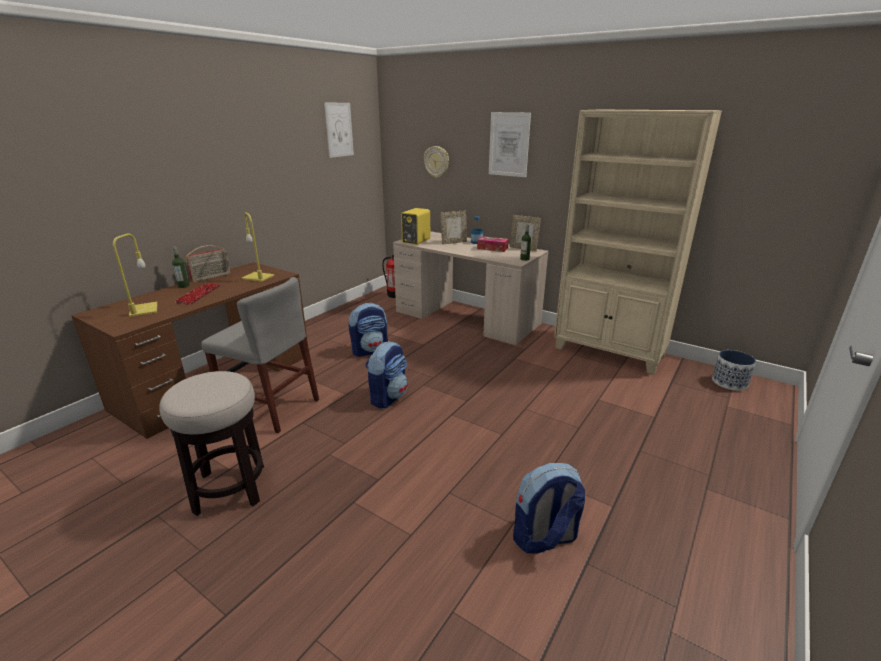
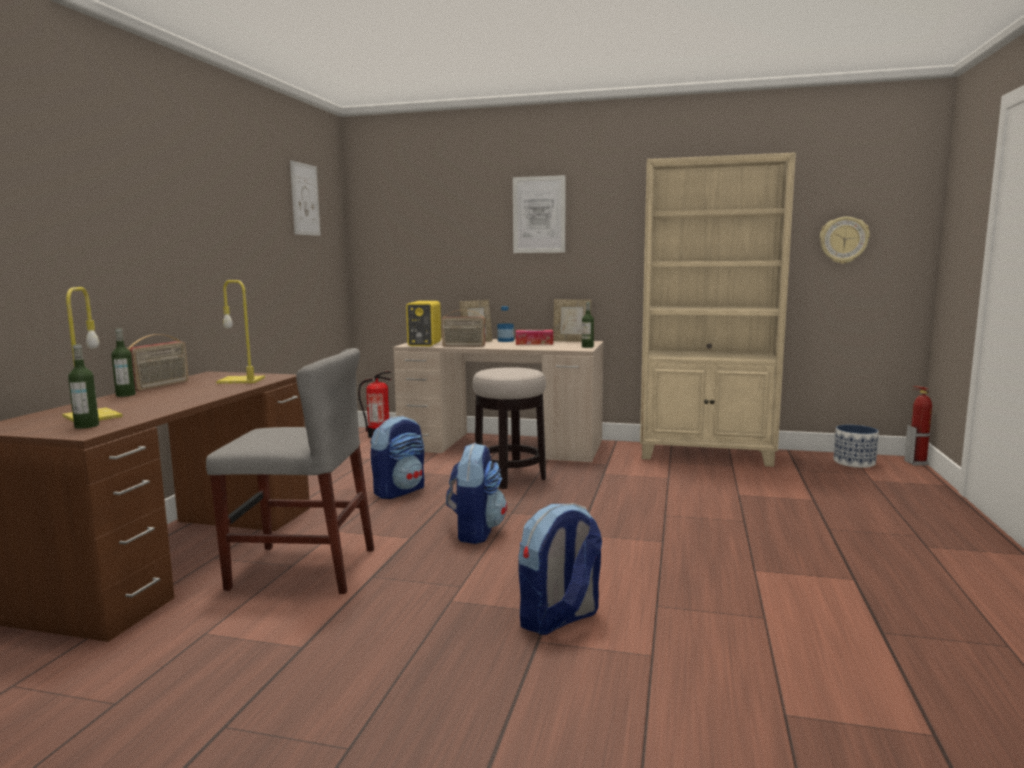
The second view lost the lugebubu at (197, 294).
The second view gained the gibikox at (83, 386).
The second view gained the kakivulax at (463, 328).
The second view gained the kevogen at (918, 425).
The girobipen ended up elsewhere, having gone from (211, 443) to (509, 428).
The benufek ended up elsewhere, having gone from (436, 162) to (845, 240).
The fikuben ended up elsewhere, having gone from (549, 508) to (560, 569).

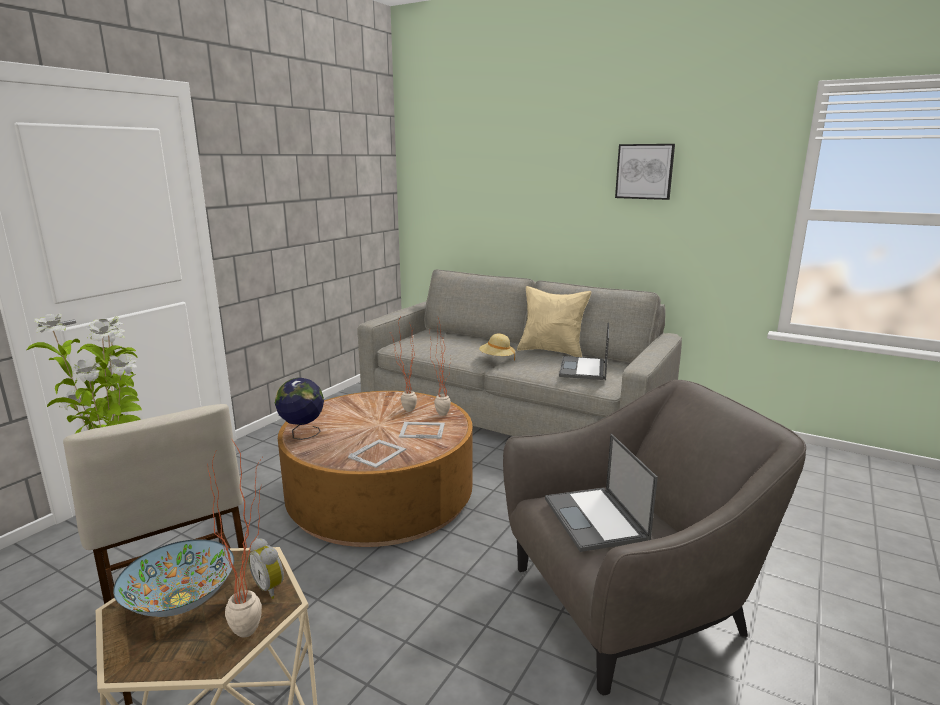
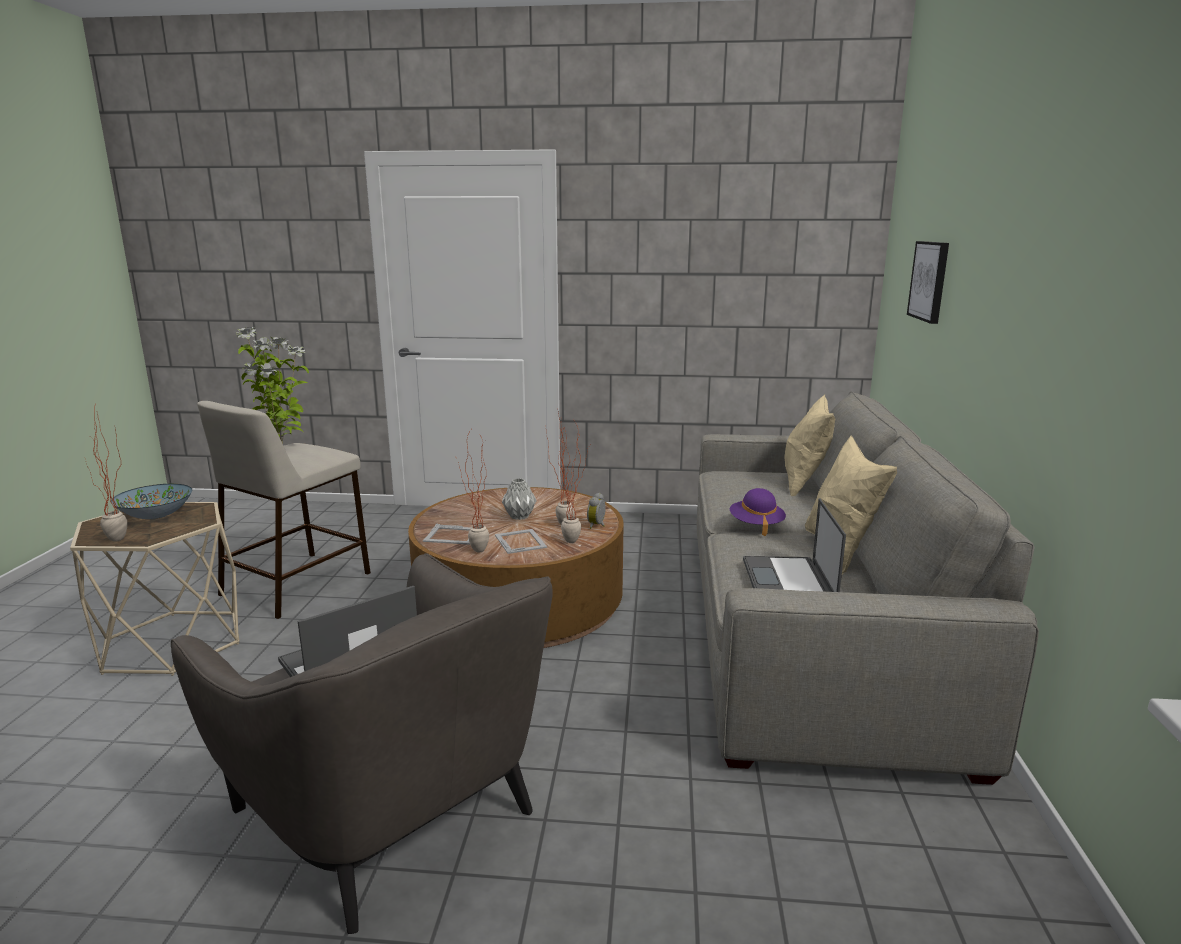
The second view lost the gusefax at (299, 409).
The second view gained the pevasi at (472, 491).
The second view gained the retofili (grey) at (519, 499).
The second view gained the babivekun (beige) at (809, 445).
The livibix ended up elsewhere, having gone from (266, 568) to (596, 511).
The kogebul ended up elsewhere, having gone from (645, 172) to (928, 282).
What was the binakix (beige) at (497, 347) turned into the binakix (purple) at (758, 512).
The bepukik at (584, 351) ended up facing another way, 75 degrees counterclockwise from before.

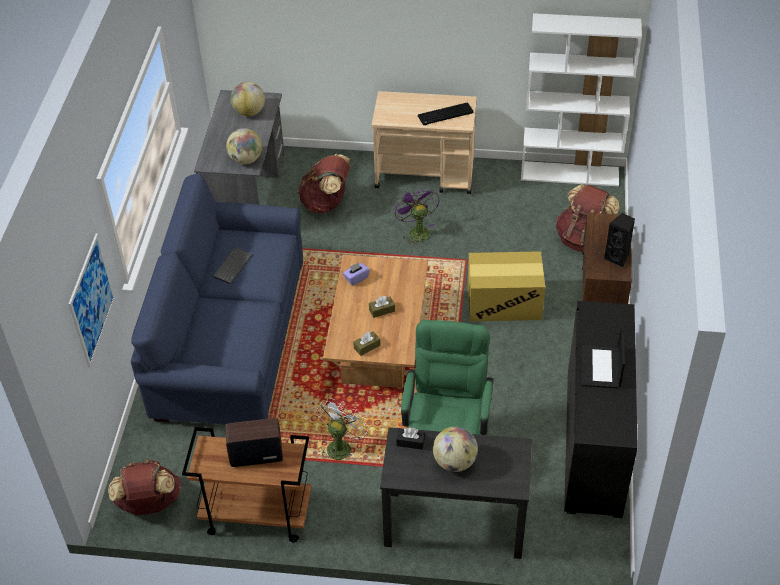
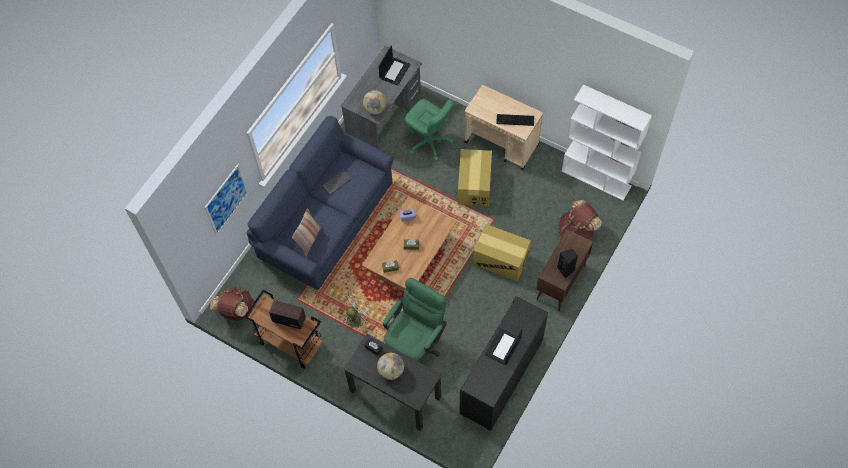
The second view gained the babivekun at (307, 232).
Where the gusefax stood at (248, 99), the bepukik came to stand at (394, 66).
Where the fikuben (brown) stood at (324, 184), the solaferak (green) came to stand at (429, 130).
Where the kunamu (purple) stood at (416, 216), the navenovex came to stand at (475, 177).

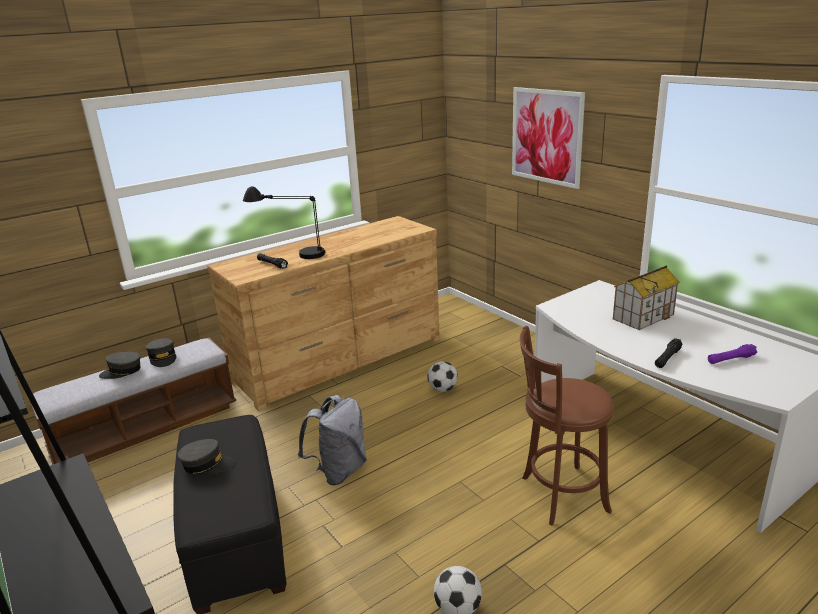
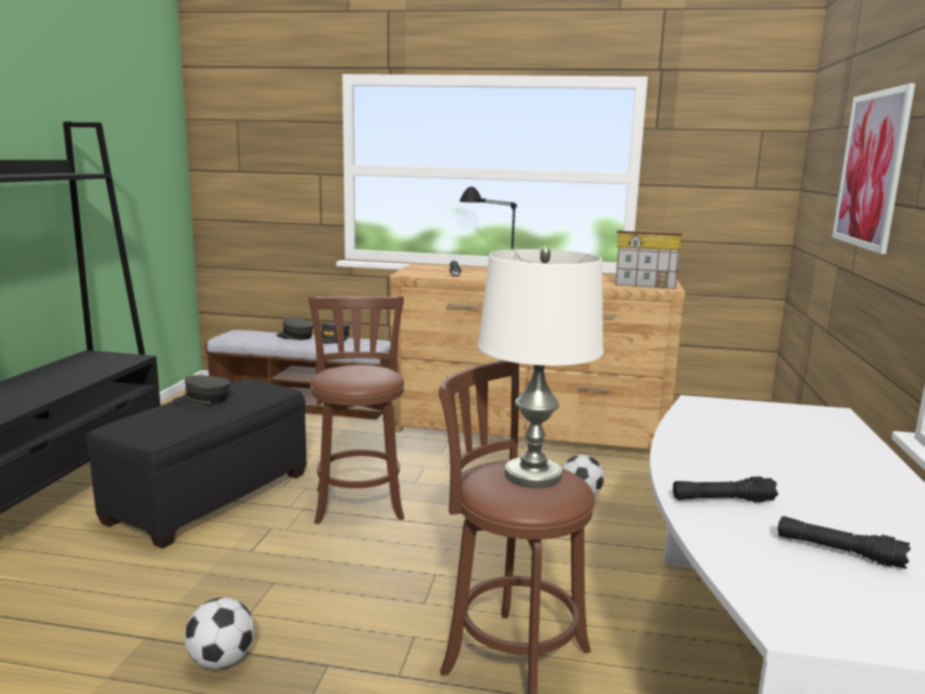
The second view gained the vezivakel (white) at (541, 367).
The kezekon ended up elsewhere, having gone from (646, 297) to (648, 260).
Where the fikuben (grey) stood at (332, 440), the girobipen (brown) came to stand at (356, 410).
What was the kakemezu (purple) at (733, 354) turned into the kakemezu (black) at (844, 542).
The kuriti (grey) at (206, 457) ended up facing another way, 120 degrees clockwise from before.

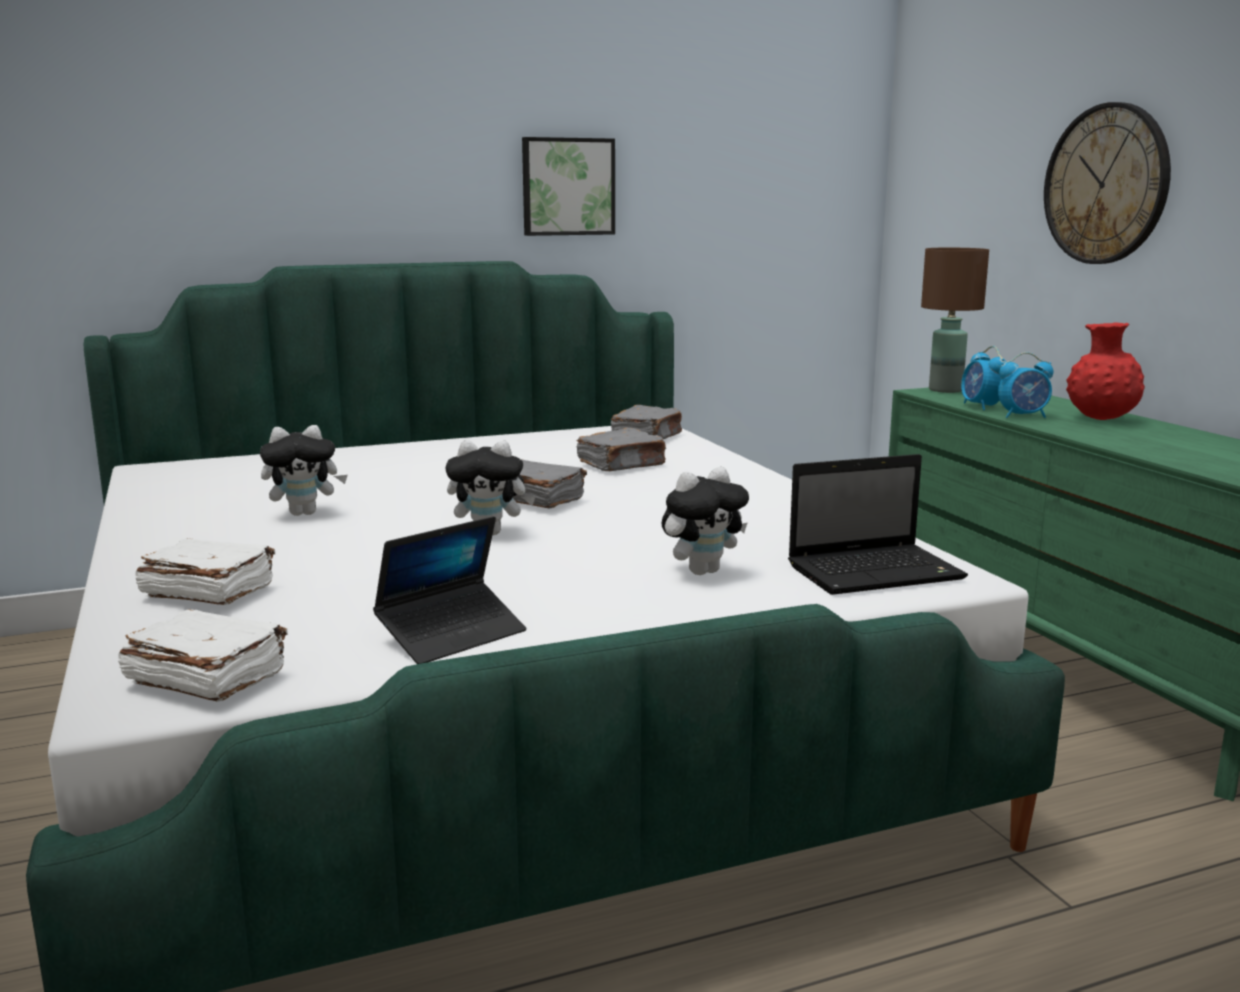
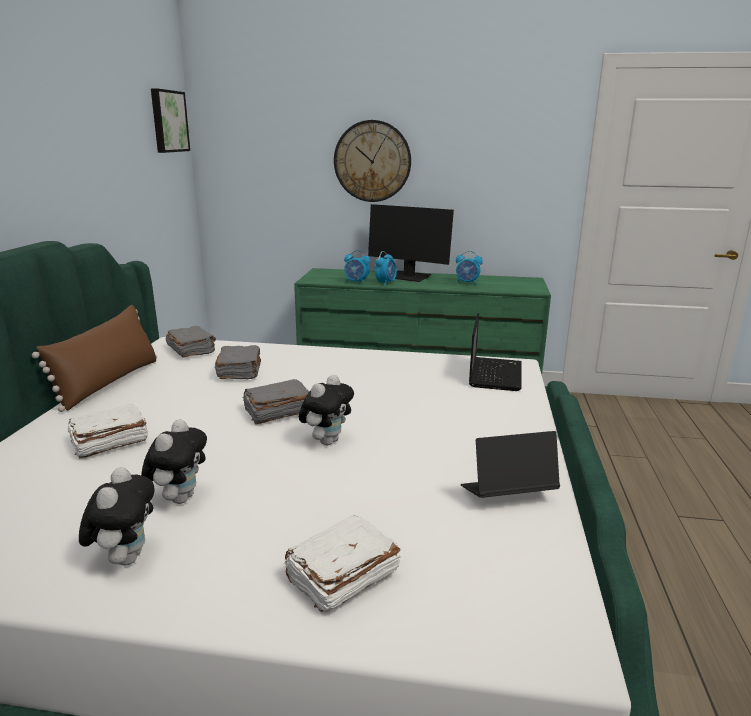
The second view lost the vezivakel (brown) at (955, 320).
The second view gained the babivekun (brown) at (94, 358).
The second view gained the livibix at (469, 268).
The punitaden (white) ended up elsewhere, having gone from (203, 655) to (107, 431).
The kogebul ended up elsewhere, having gone from (568, 186) to (170, 120).
The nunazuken ended up elsewhere, having gone from (705, 521) to (117, 516).
Where the retofili (red) stood at (1105, 371), the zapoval came to stand at (411, 243).
The bepukik at (449, 590) ended up facing another way, 90 degrees counterclockwise from before.

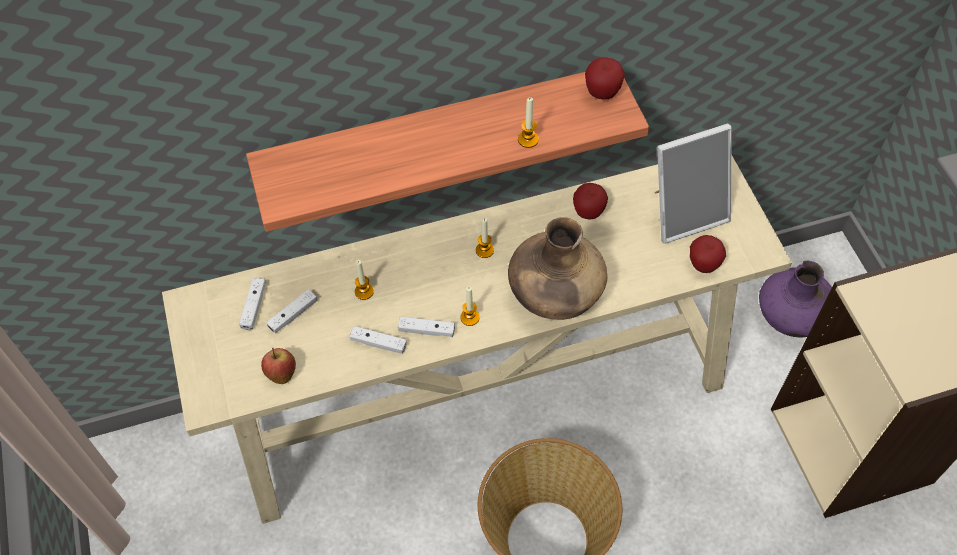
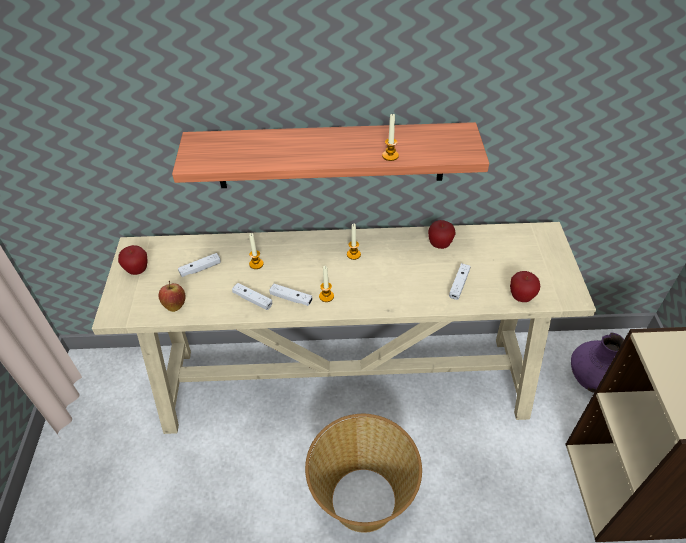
The second view lost the retofili (brown) at (557, 268).
The second view lost the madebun at (693, 184).
The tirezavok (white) ended up elsewhere, having gone from (252, 304) to (460, 281).
The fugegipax ended up elsewhere, having gone from (605, 78) to (133, 260).

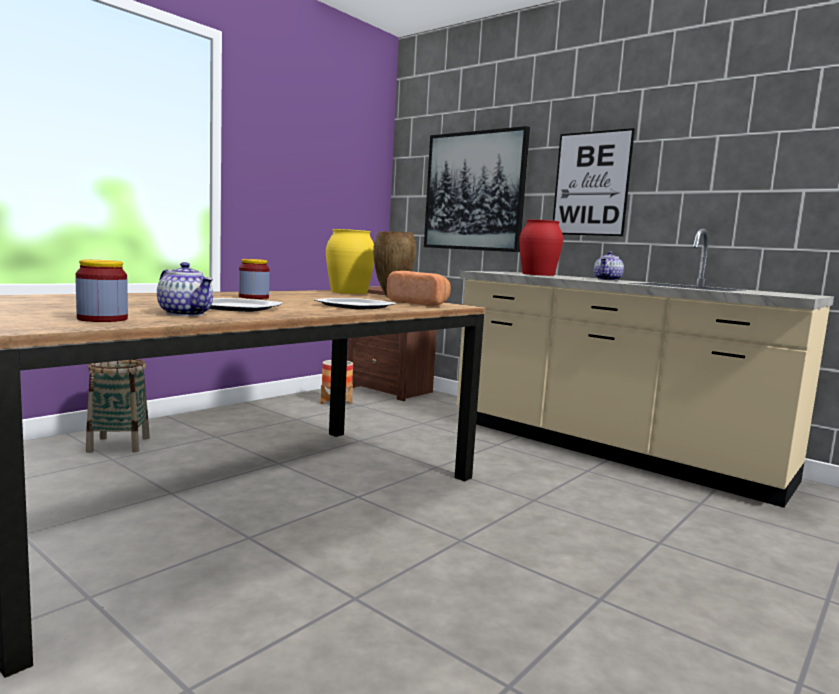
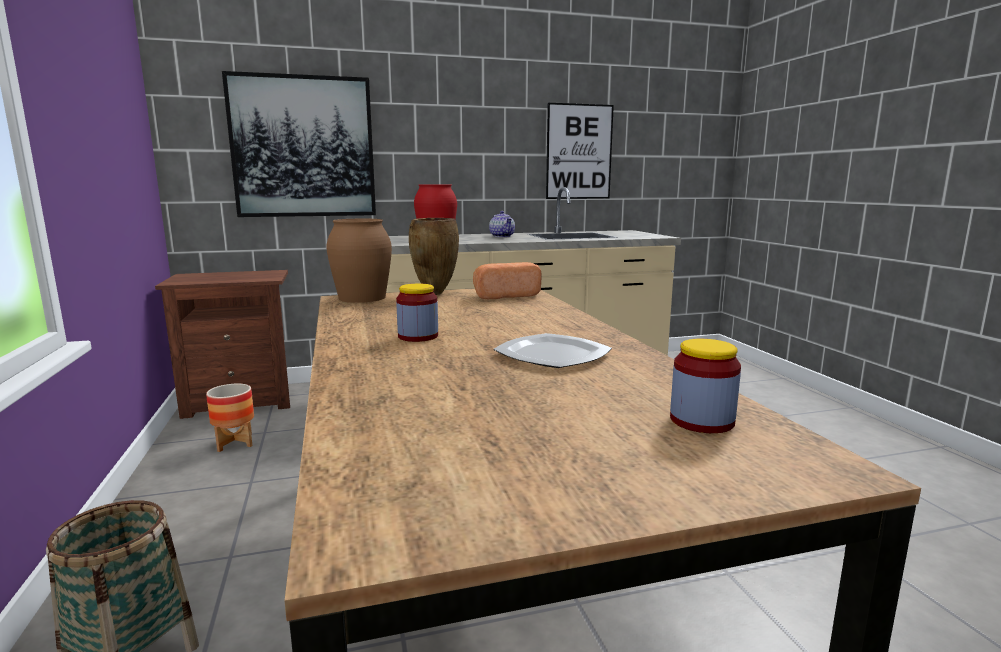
The second view lost the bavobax at (185, 289).
The second view lost the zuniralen at (355, 303).
The kogebul ended up elsewhere, having gone from (594, 182) to (580, 151).
What was the retofili (yellow) at (350, 261) turned into the retofili (brown) at (359, 261).

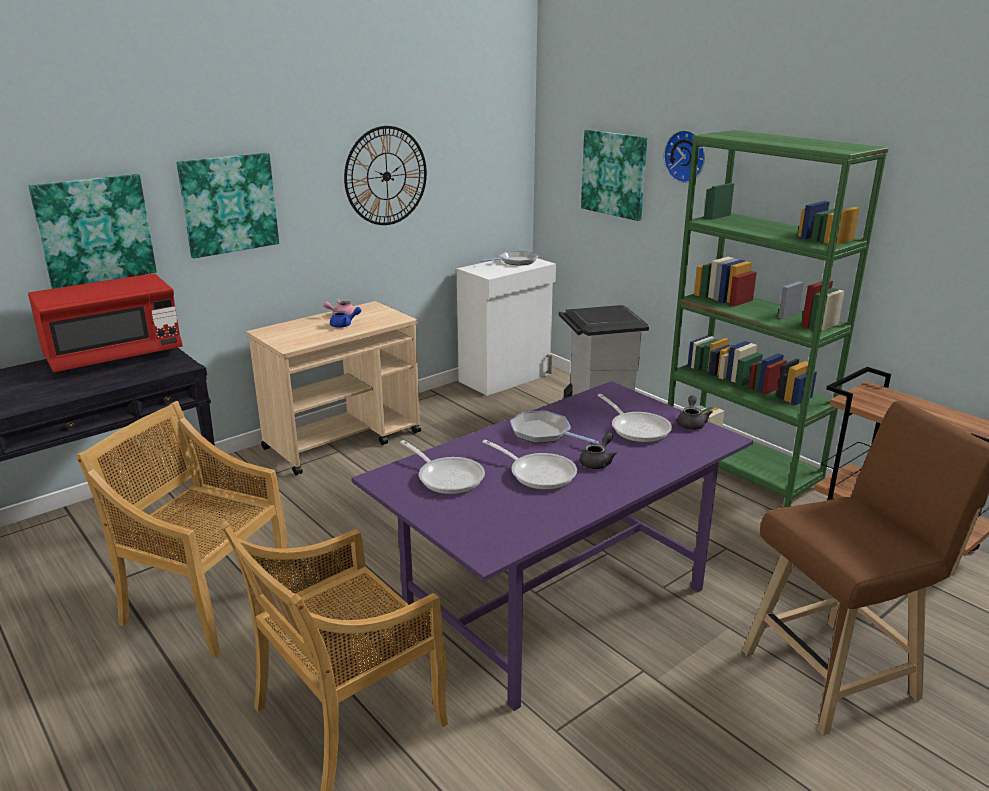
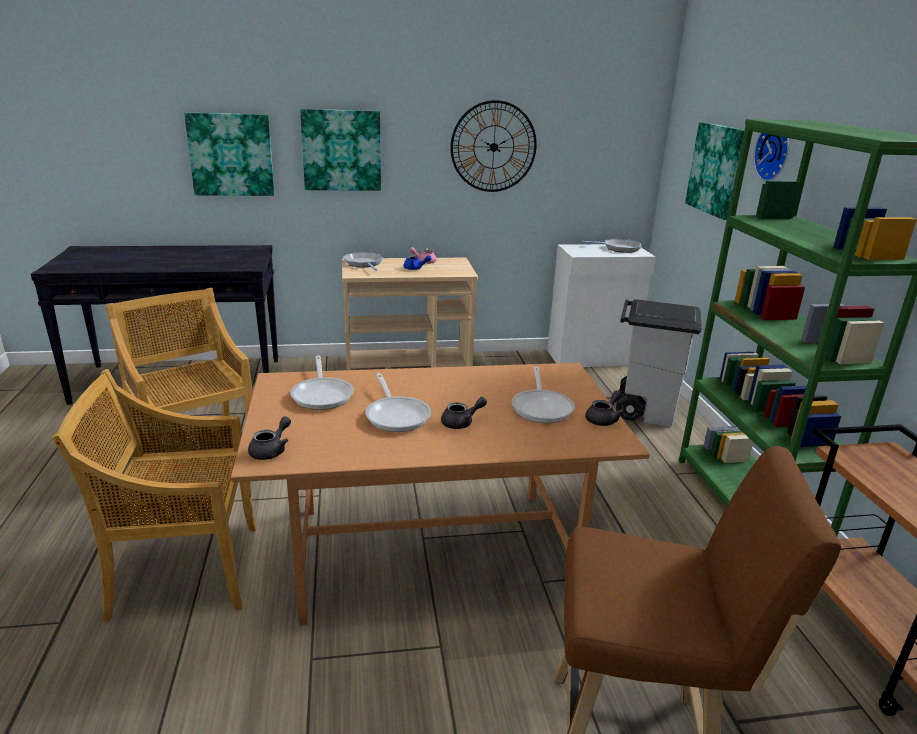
The second view lost the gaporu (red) at (105, 322).
The second view gained the bavobax (grey) at (269, 438).
The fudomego ended up elsewhere, having gone from (554, 427) to (363, 261).
What was the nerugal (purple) at (552, 546) turned into the nerugal (brown) at (440, 494).

